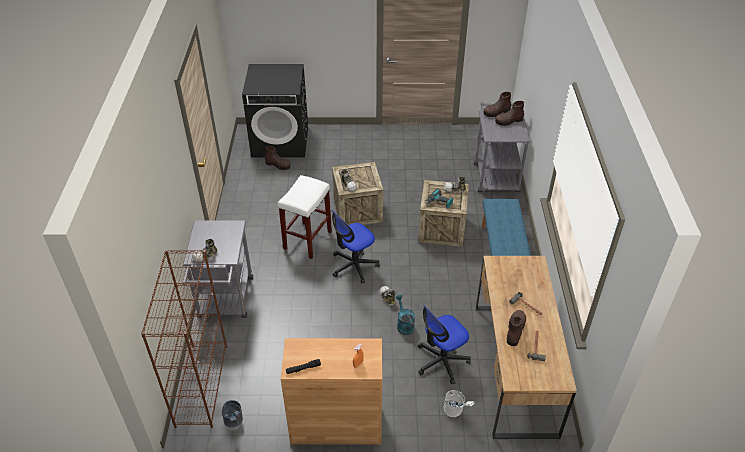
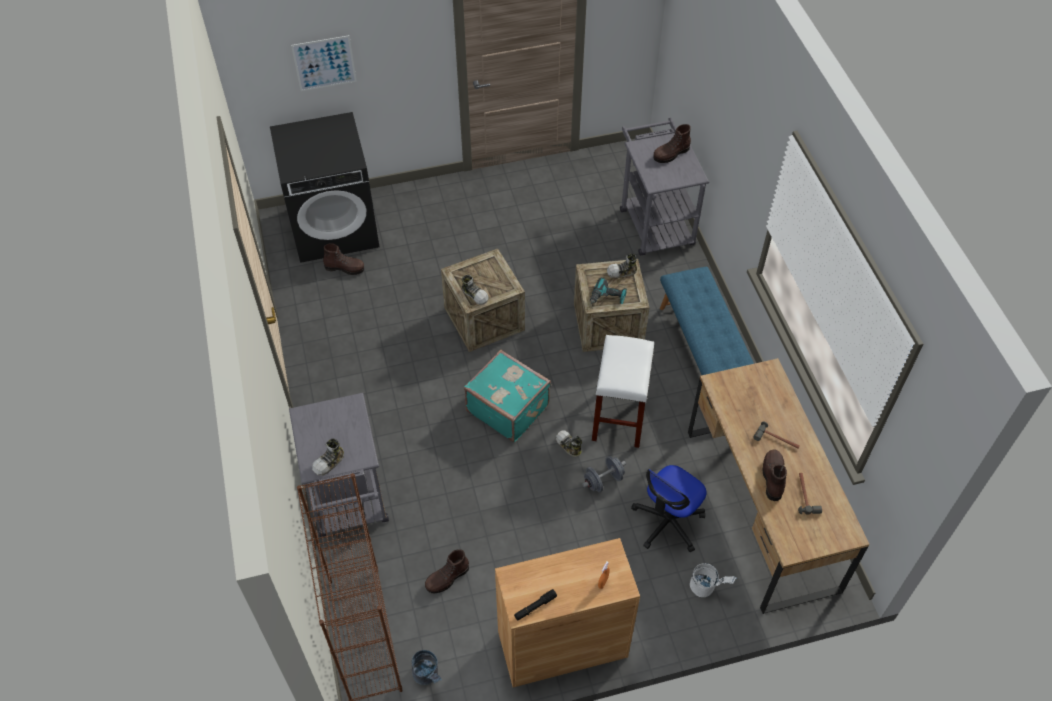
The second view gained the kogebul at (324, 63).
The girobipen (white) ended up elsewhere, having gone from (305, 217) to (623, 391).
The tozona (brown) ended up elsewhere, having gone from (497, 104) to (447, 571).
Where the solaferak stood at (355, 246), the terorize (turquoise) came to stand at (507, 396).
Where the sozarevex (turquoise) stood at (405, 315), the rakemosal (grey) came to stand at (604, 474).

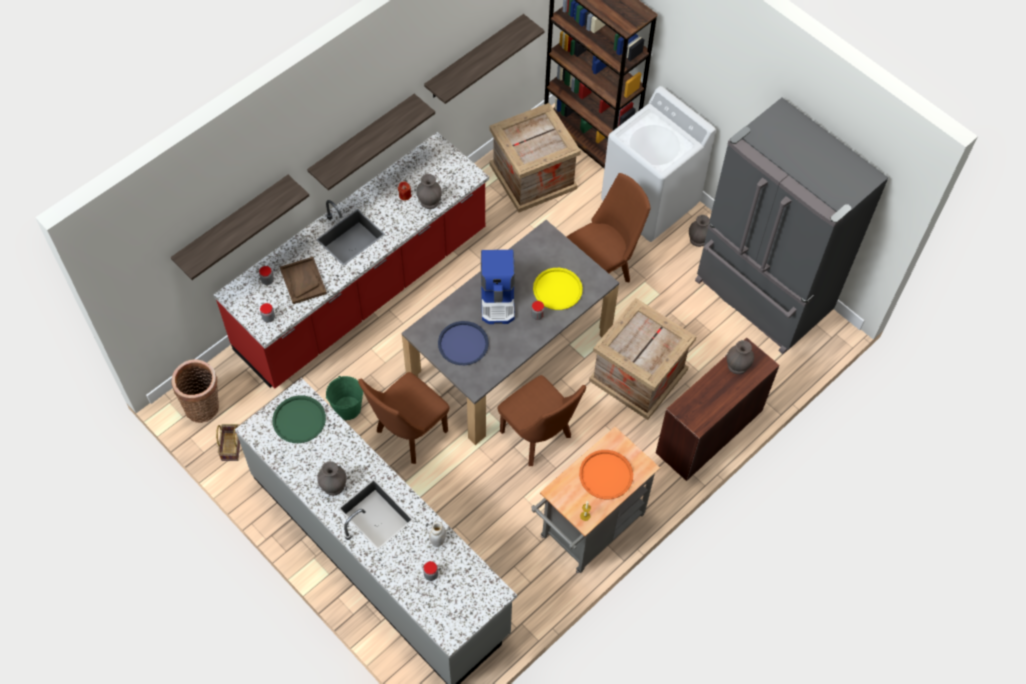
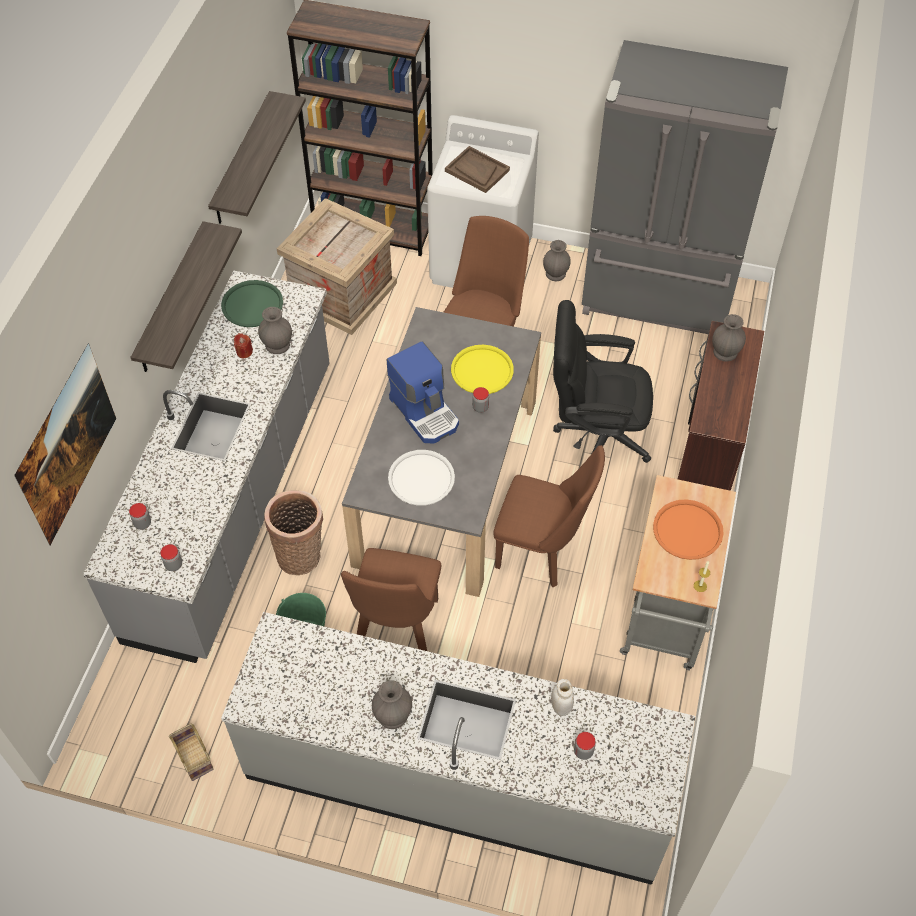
The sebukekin ended up elsewhere, having gone from (195, 391) to (293, 532).
The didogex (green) ended up elsewhere, having gone from (299, 419) to (252, 303).
The didogex (brown) ended up elsewhere, having gone from (303, 280) to (477, 169).
Where the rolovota hung at (240, 227), the kogebul came to hang at (65, 444).
Where the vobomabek stood at (642, 359), the solaferak (black) came to stand at (603, 381).
What was the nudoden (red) at (351, 260) turned into the nudoden (grey) at (206, 467).
What was the didogex (blue) at (463, 343) turned into the didogex (white) at (421, 478).

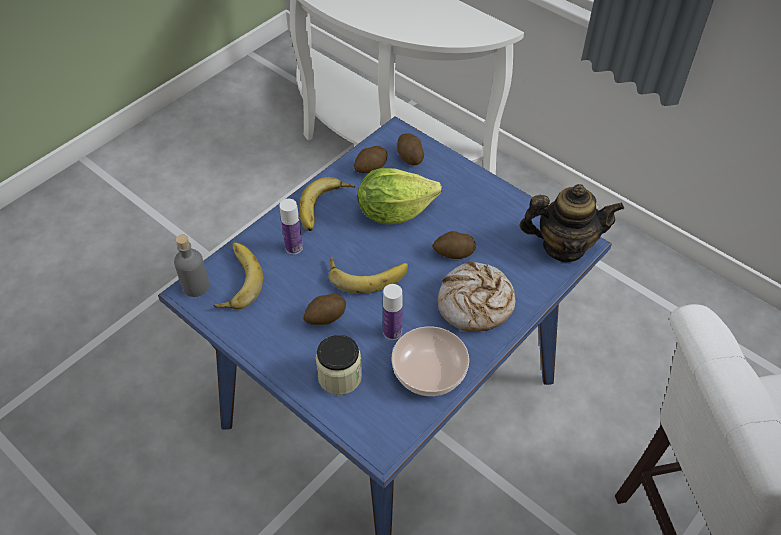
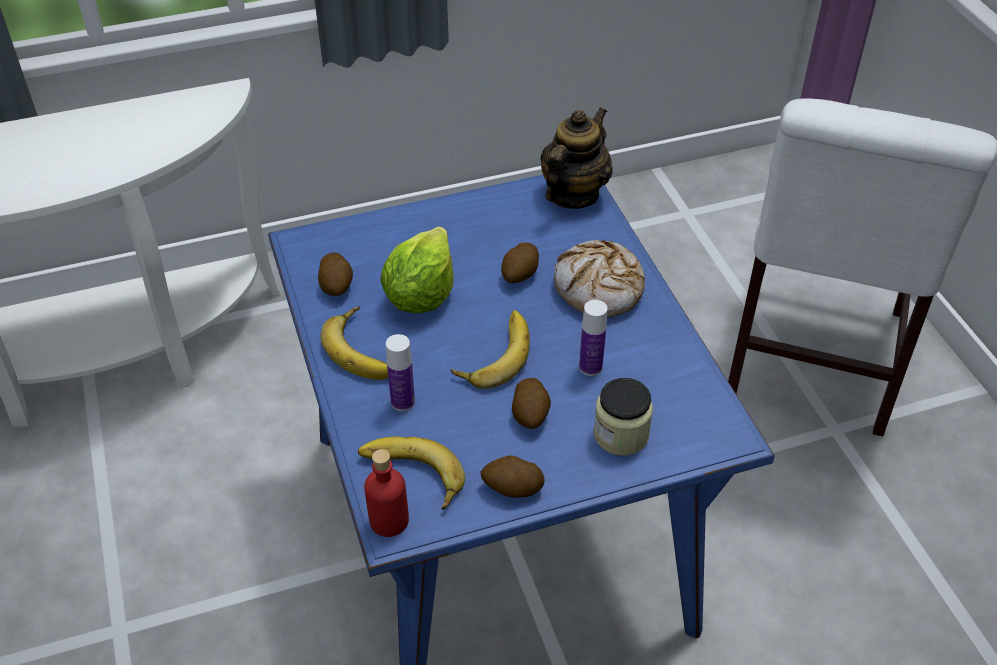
The second view lost the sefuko at (430, 361).
The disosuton ended up elsewhere, having gone from (410, 149) to (513, 476).
What was the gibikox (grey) at (191, 265) turned into the gibikox (red) at (386, 493).

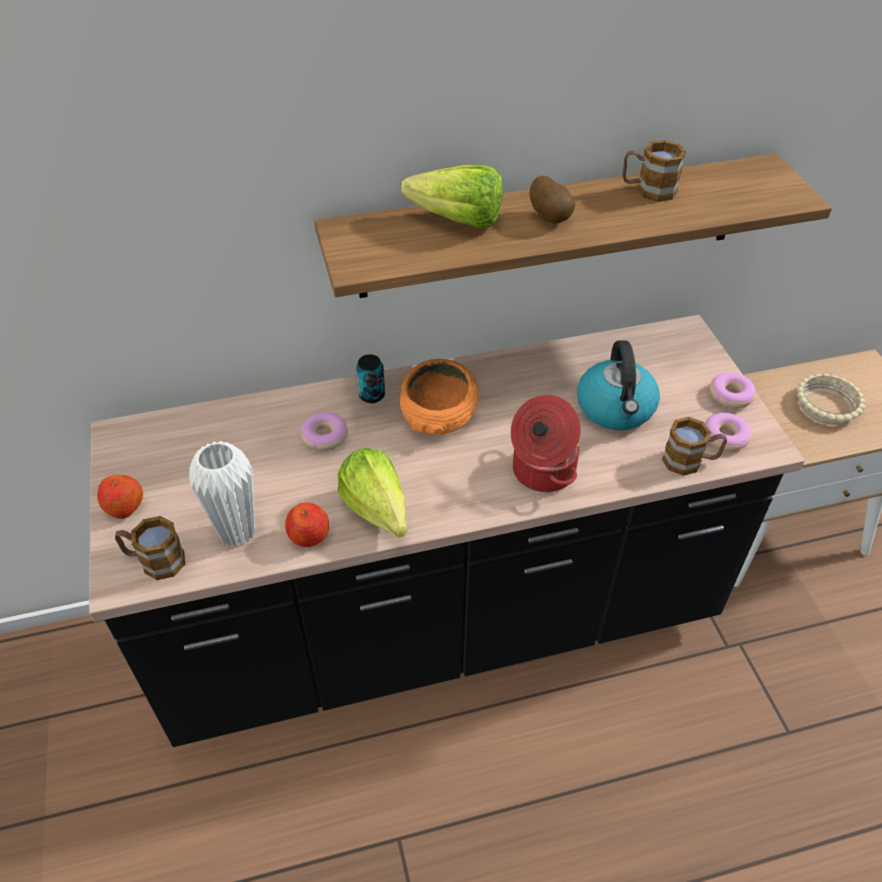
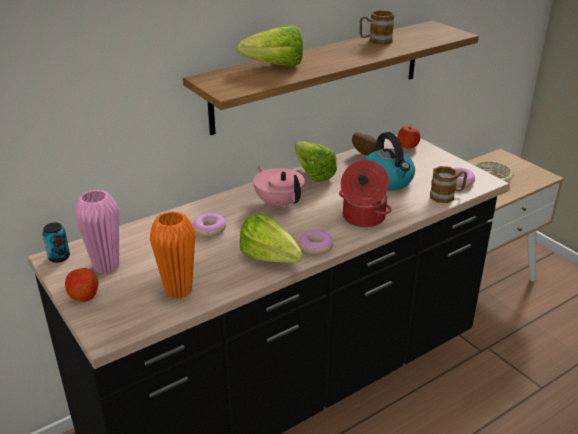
The second view lost the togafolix at (150, 548).
The second view gained the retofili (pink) at (97, 232).
The second view gained the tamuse at (316, 161).
The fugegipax ended up elsewhere, having gone from (307, 525) to (408, 136).
The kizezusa ended up elsewhere, having gone from (370, 378) to (56, 242).
The disosuton ended up elsewhere, having gone from (552, 200) to (364, 143).
The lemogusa ended up elsewhere, having gone from (733, 390) to (315, 242).
Where the sefuko (orange) stood at (439, 397), the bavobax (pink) came to stand at (279, 187).
What was the retofili (white) at (222, 494) turned into the retofili (orange) at (172, 255).

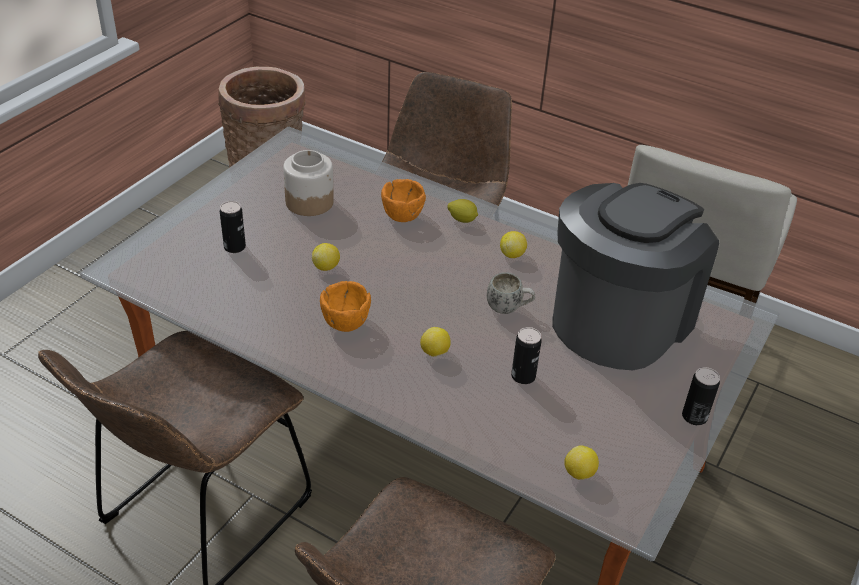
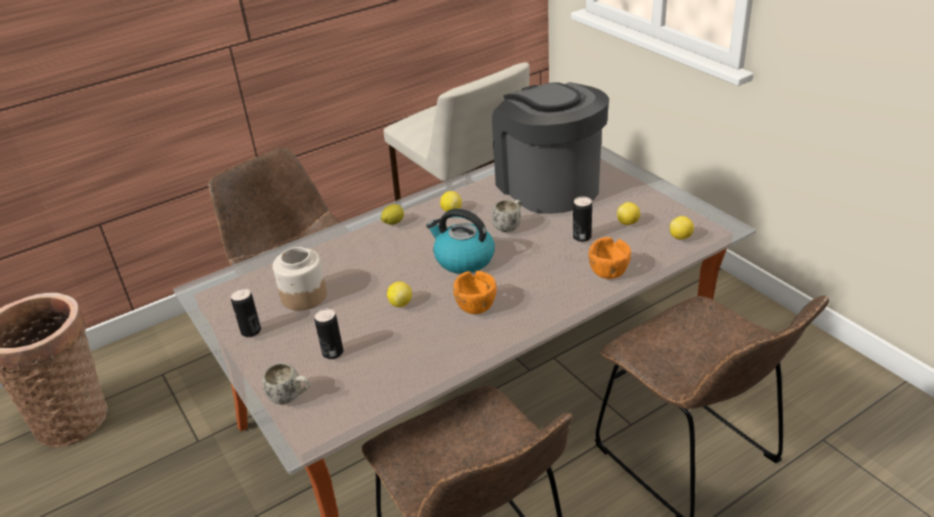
The second view gained the togafolix (white) at (286, 384).
The second view gained the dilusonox at (460, 241).
The sefuko (orange) ended up elsewhere, having gone from (403, 200) to (609, 258).
The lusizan ended up elsewhere, having gone from (435, 342) to (628, 213).
The kizezusa ended up elsewhere, having gone from (701, 396) to (246, 312).

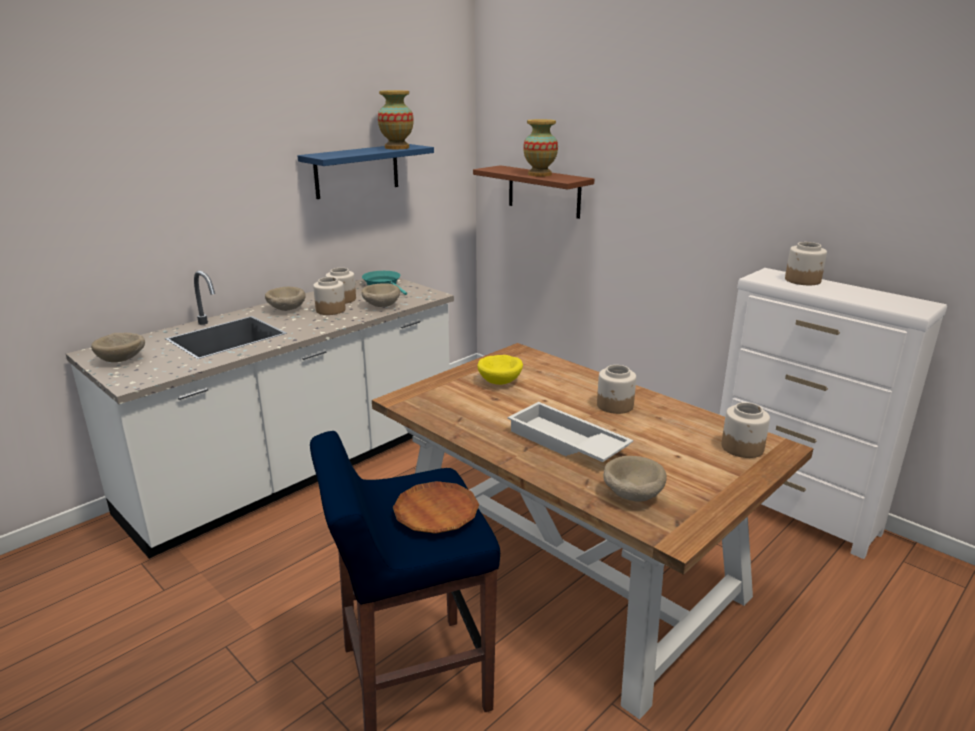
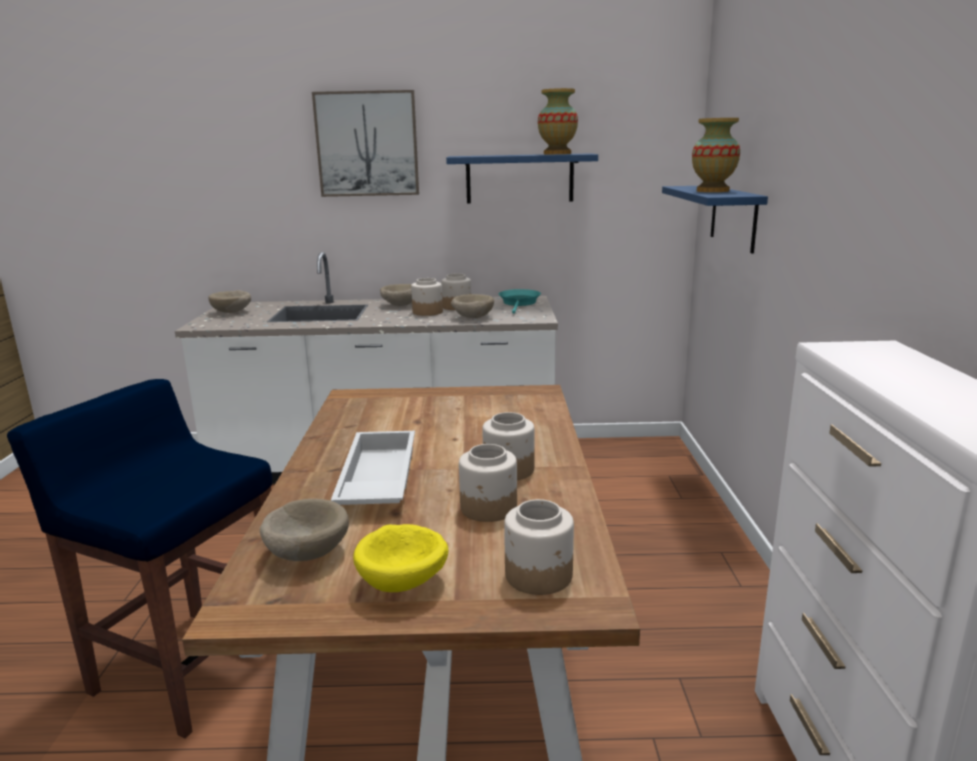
The second view lost the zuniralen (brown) at (436, 507).
The second view gained the kogebul at (365, 143).
The sefuko (yellow) ended up elsewhere, having gone from (500, 370) to (400, 558).
The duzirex ended up elsewhere, having gone from (806, 263) to (488, 483).
What was the rolovota (brown) at (533, 192) turned into the rolovota (blue) at (715, 219).

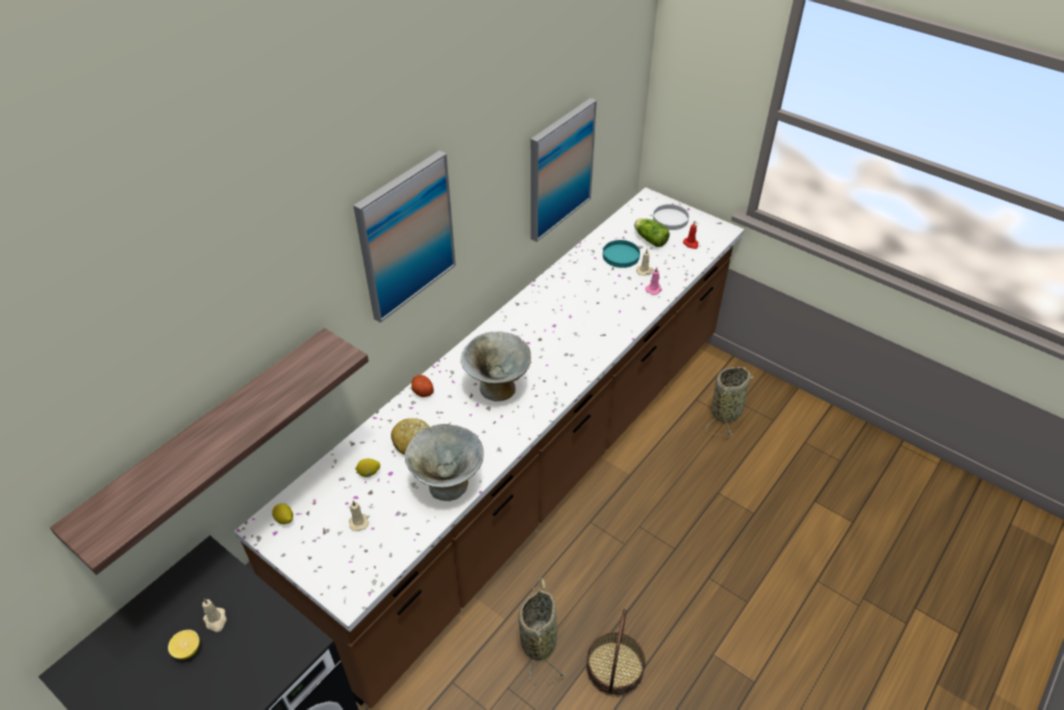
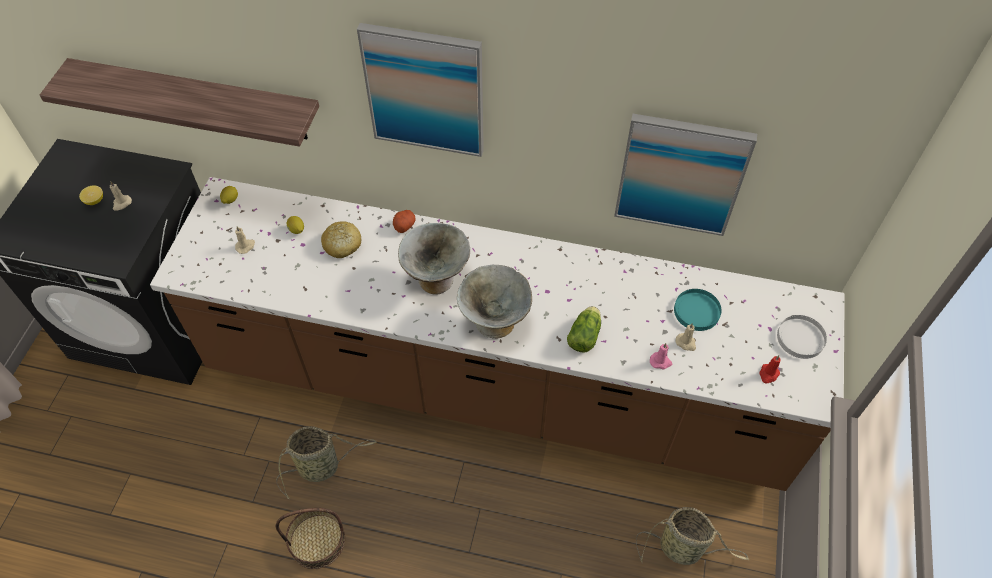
The sefuko (grey) ended up elsewhere, having gone from (444, 462) to (494, 302).
The tamuse ended up elsewhere, having gone from (652, 233) to (584, 329).

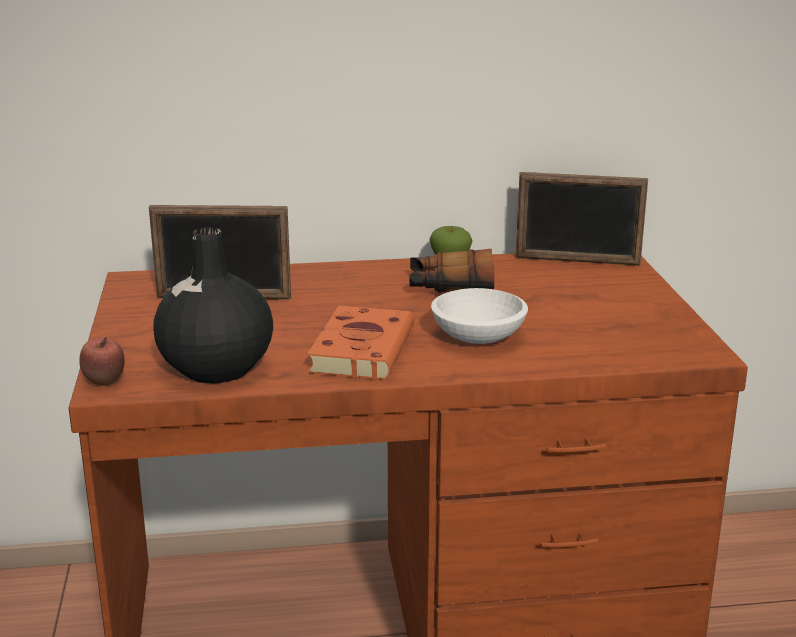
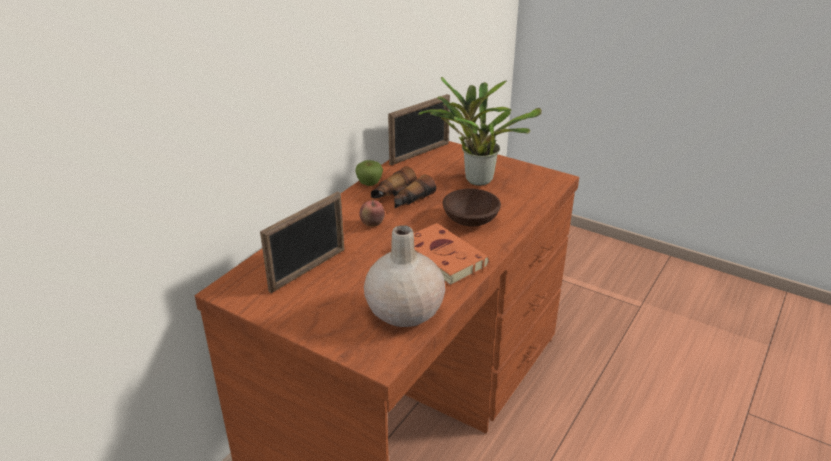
The second view gained the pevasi at (480, 131).
The fugegipax ended up elsewhere, having gone from (102, 361) to (372, 213).
What was the retofili (black) at (213, 305) turned into the retofili (beige) at (404, 276).
What was the sefuko (white) at (479, 316) turned into the sefuko (brown) at (472, 207).

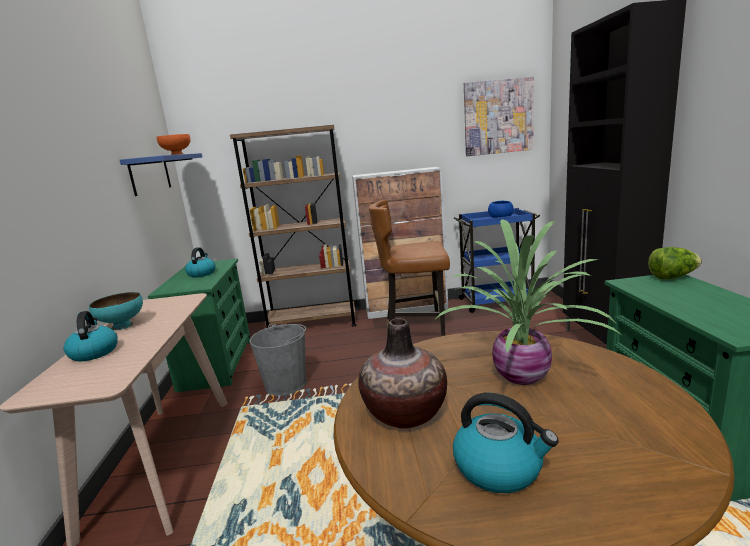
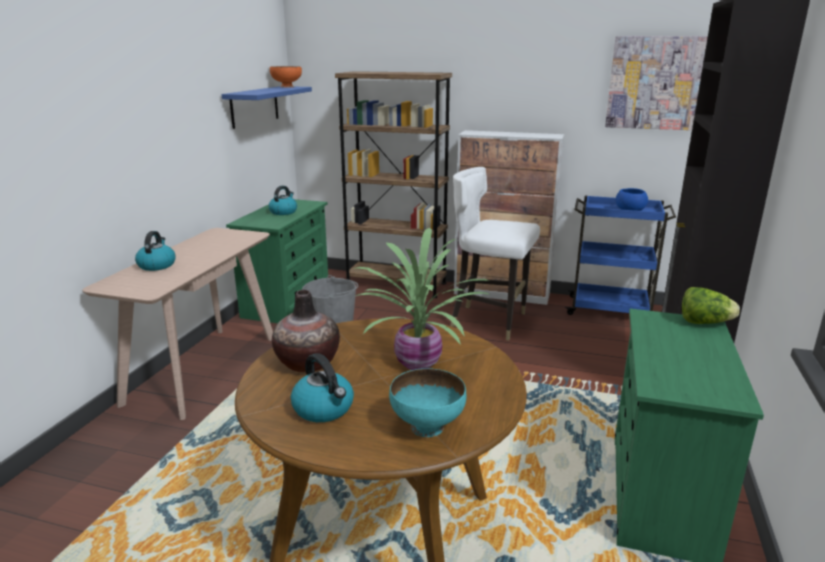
The sefuko (turquoise) ended up elsewhere, having gone from (116, 311) to (427, 402).
What was the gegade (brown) at (409, 268) turned into the gegade (white) at (495, 254).

